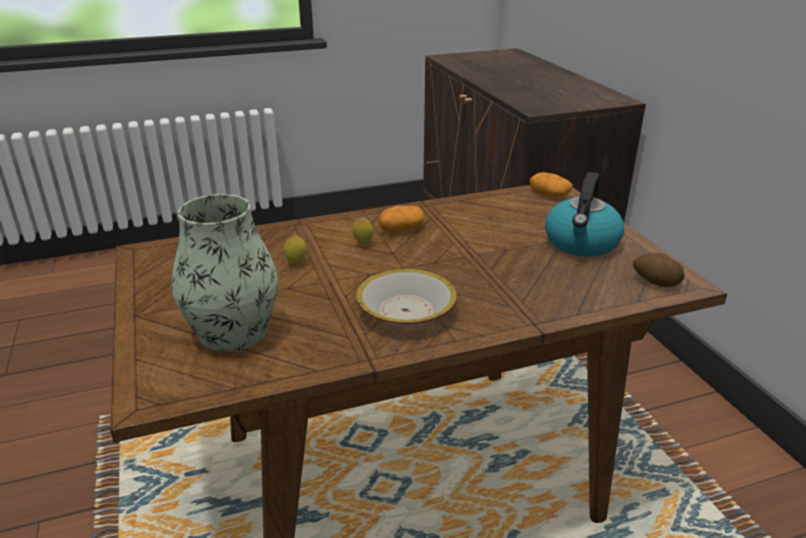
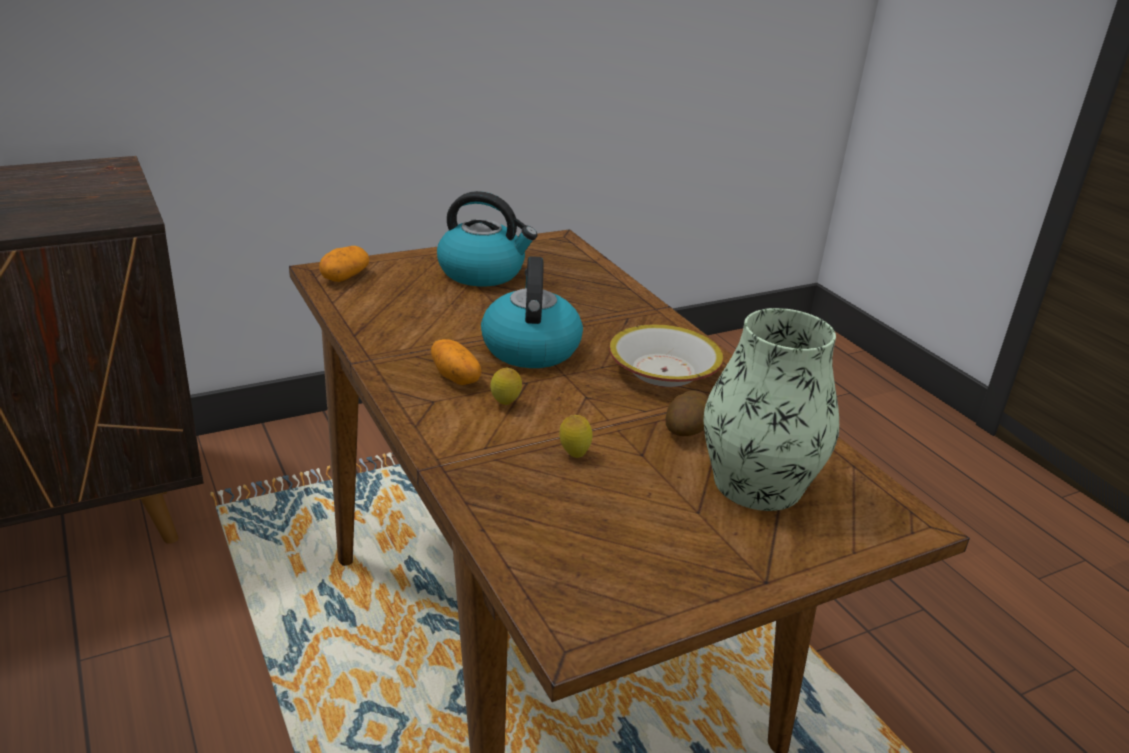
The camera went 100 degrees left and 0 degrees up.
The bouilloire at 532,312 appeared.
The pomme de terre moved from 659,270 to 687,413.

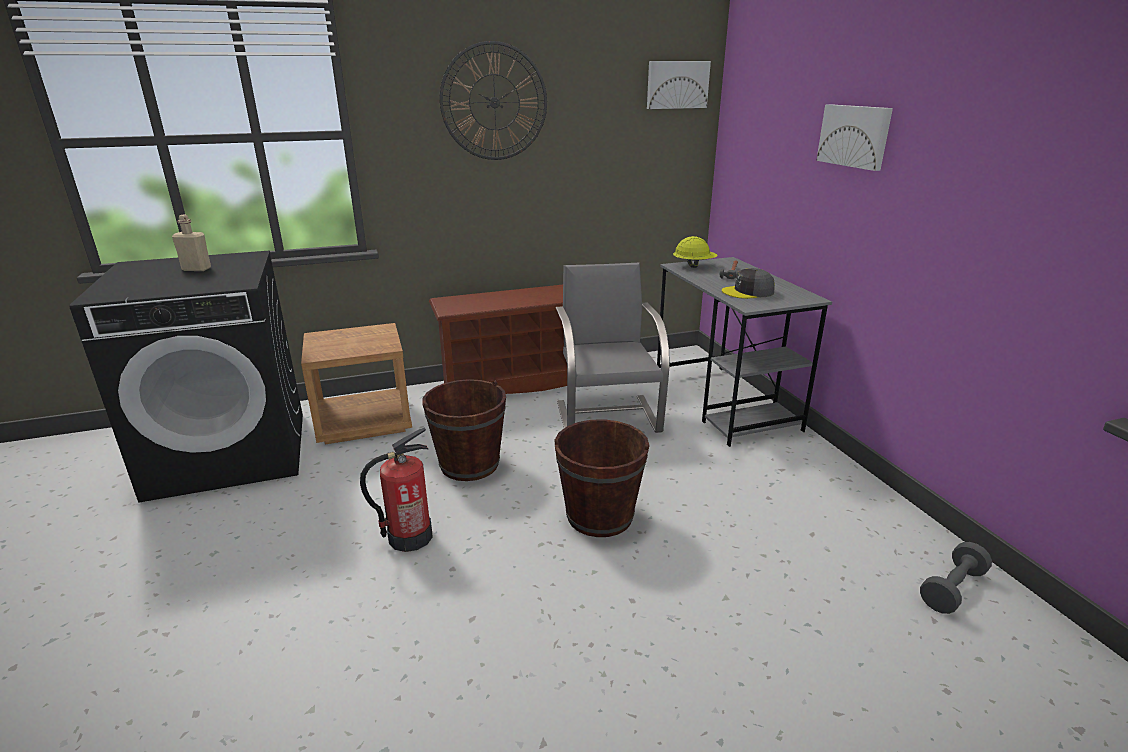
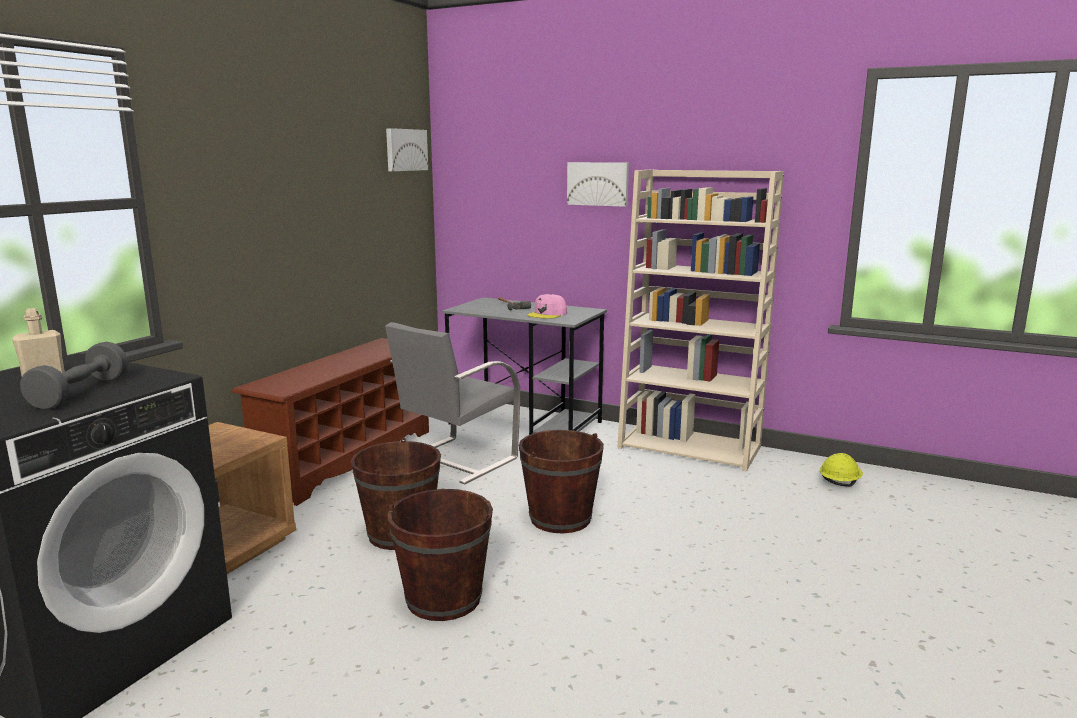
The camera went 45 degrees left and 10 degrees down.
The horloge murale at 493,100 disappeared.
The bibliothèque (beige) at 700,320 appeared.
The casque de chantier (jaune) moved from 695,252 to 841,470.
The haltère (gris) moved from 956,578 to 74,376.
The extincteur at 396,489 was replaced by the seau (marron) at 440,555.
The casquette (gris) at 748,283 became the casquette (rose) at 547,306.
The chaise (gris) at 613,348 turned 90 degrees counterclockwise.

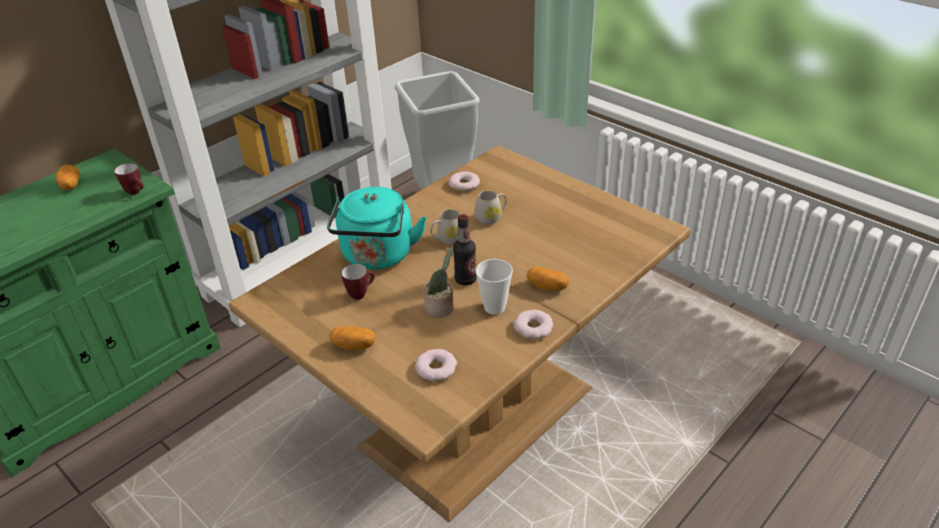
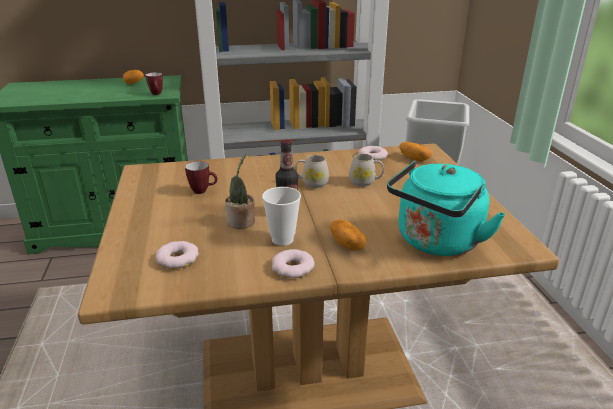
The camera went 35 degrees right and 10 degrees down.
The bouilloire (turquoise) moved from 377,228 to 446,208.
The pomme de terre moved from 352,338 to 415,151.

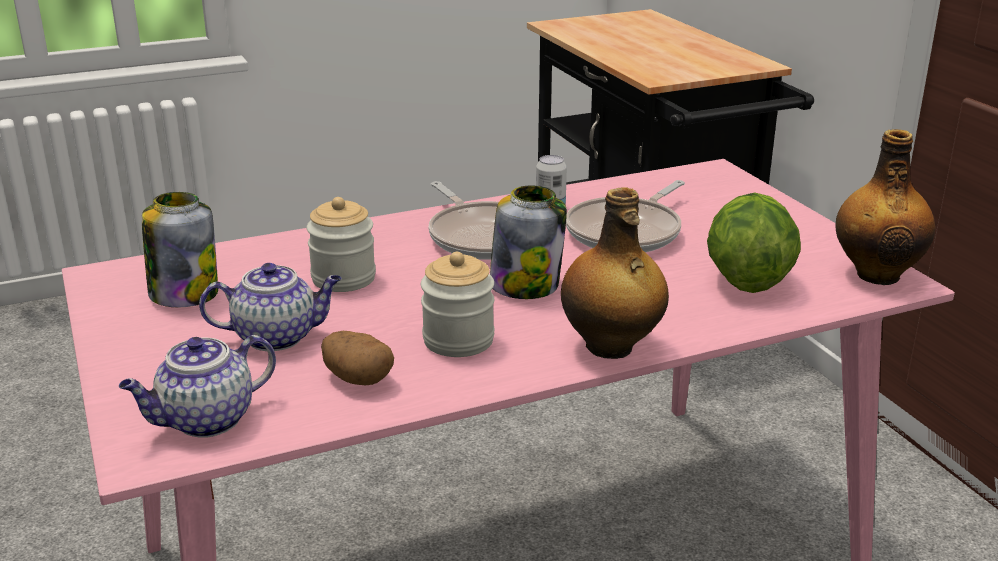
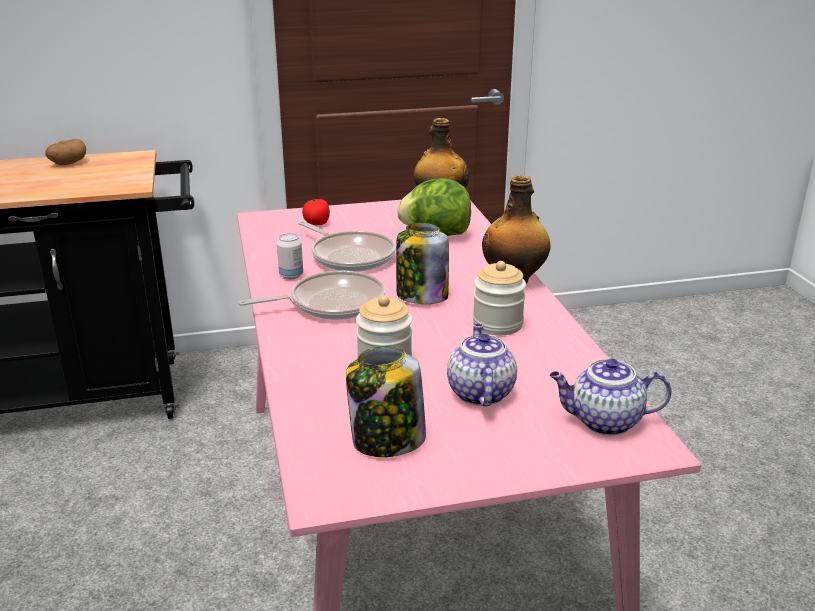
The camera went 80 degrees left and 0 degrees up.
The tomate at 316,212 appeared.
The pomme de terre moved from 357,358 to 65,152.
The théière at 197,386 turned 120 degrees clockwise.

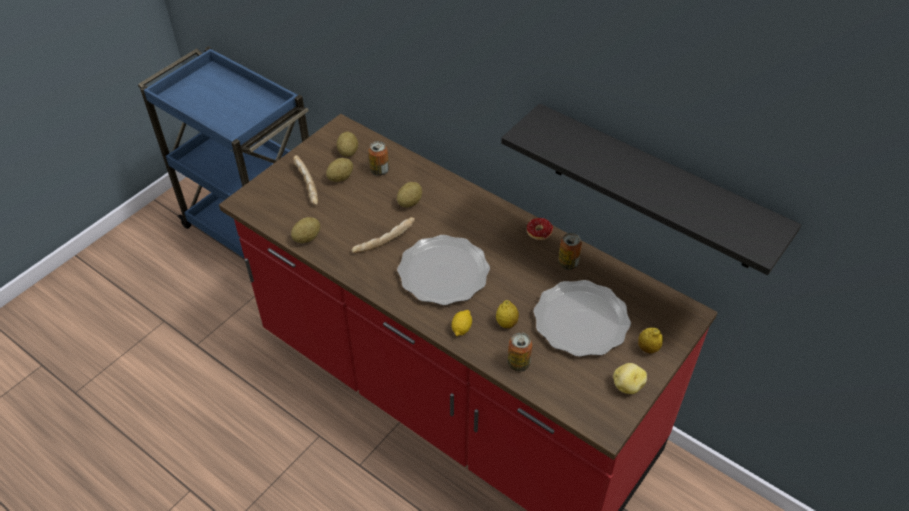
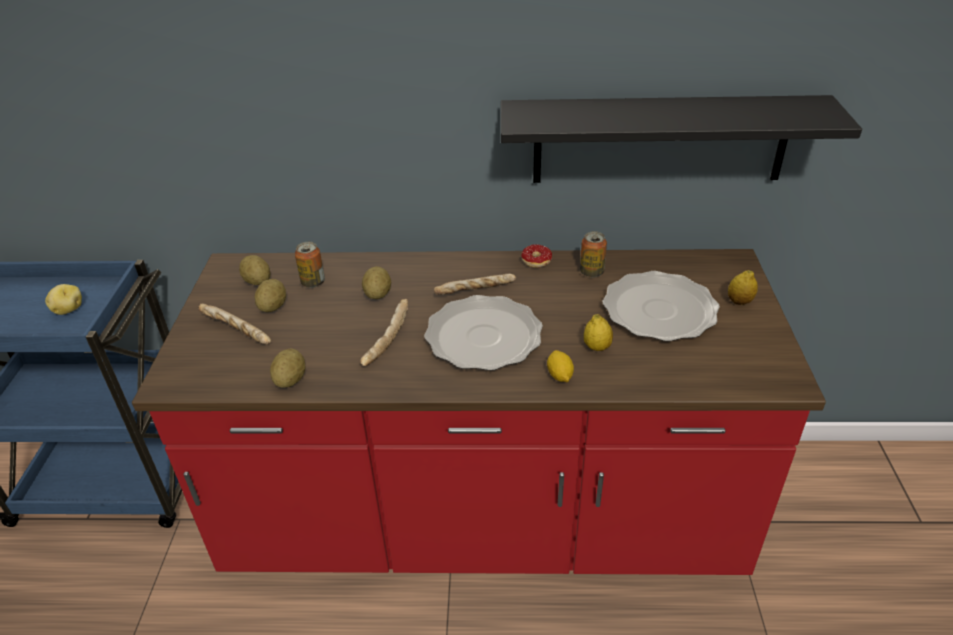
The camera went 35 degrees left and 10 degrees down.
The boîte métallique at 520,352 disappeared.
The pain at 475,284 appeared.
The pomme de terre moved from 630,378 to 63,299.

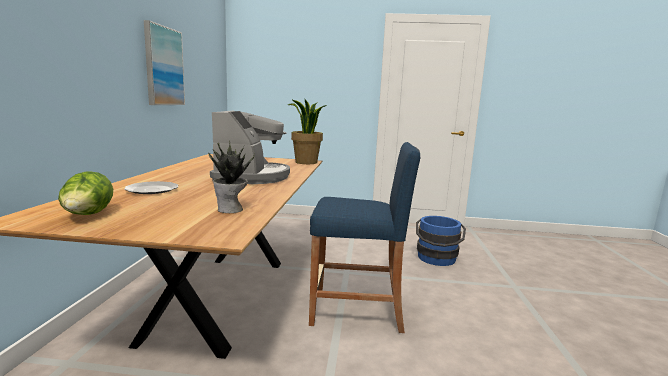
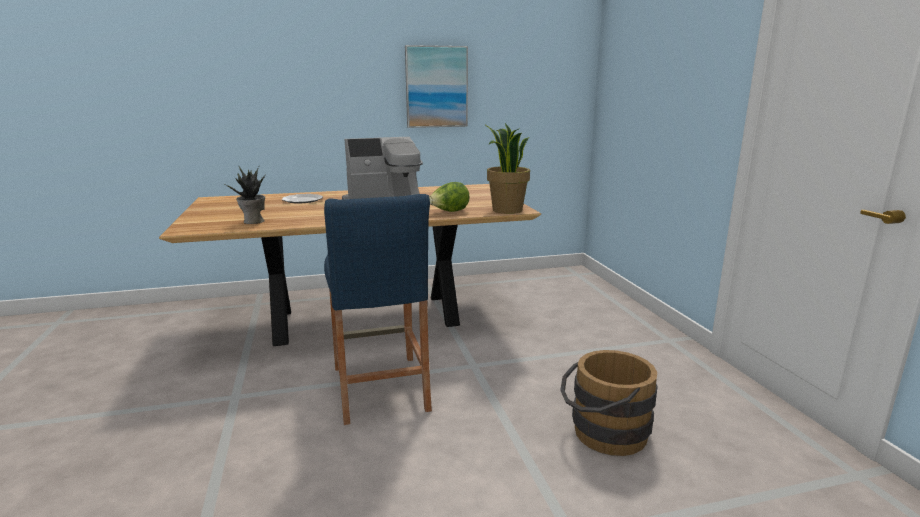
The camera went 70 degrees right and 5 degrees up.
The laitue moved from 85,193 to 449,197.
The seau (bleu) at 441,241 became the seau (marron) at 609,403.

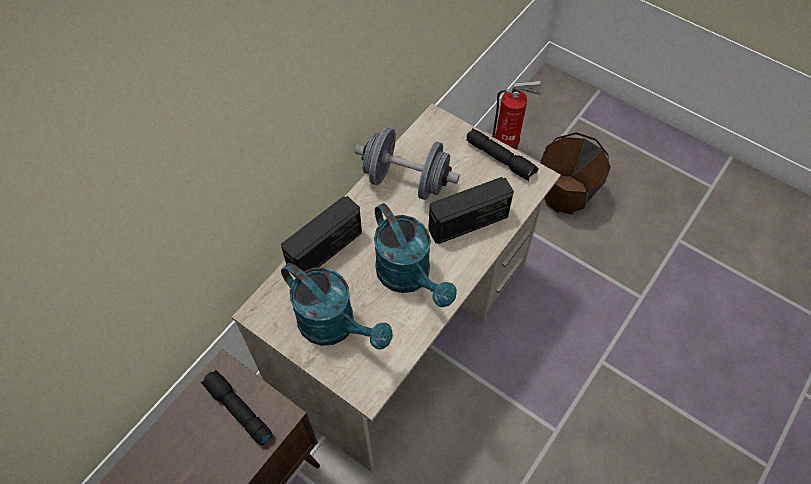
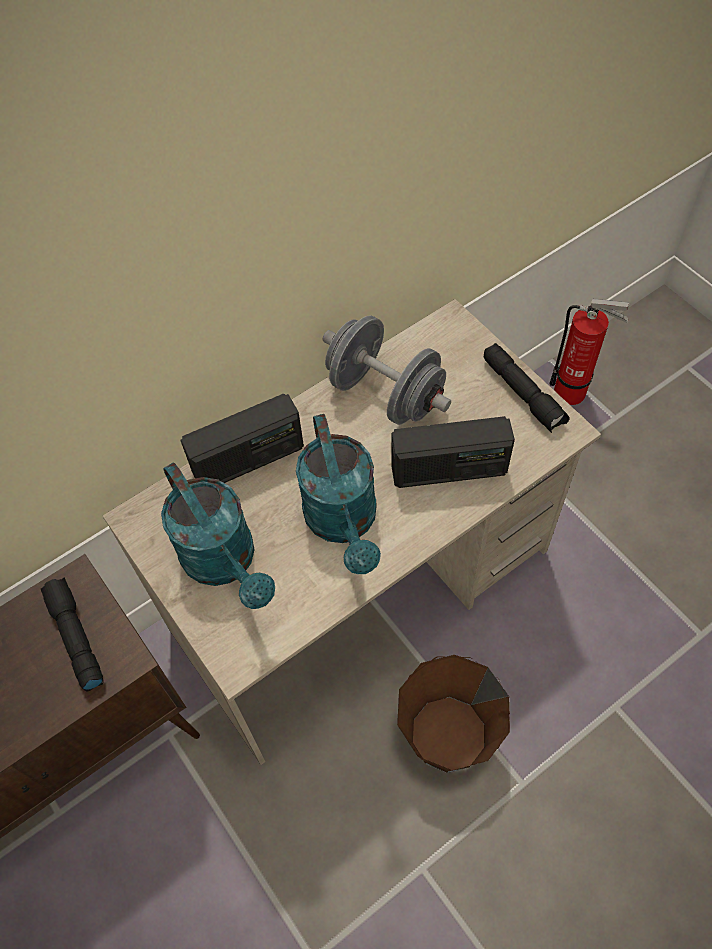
The camera went 20 degrees right and 0 degrees up.
The seau (marron) moved from 575,173 to 453,714.

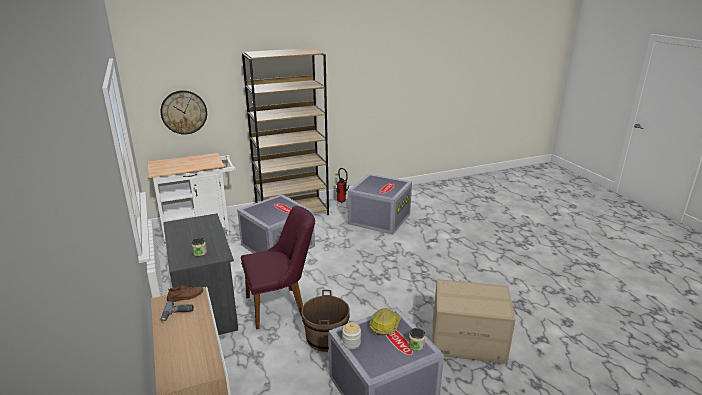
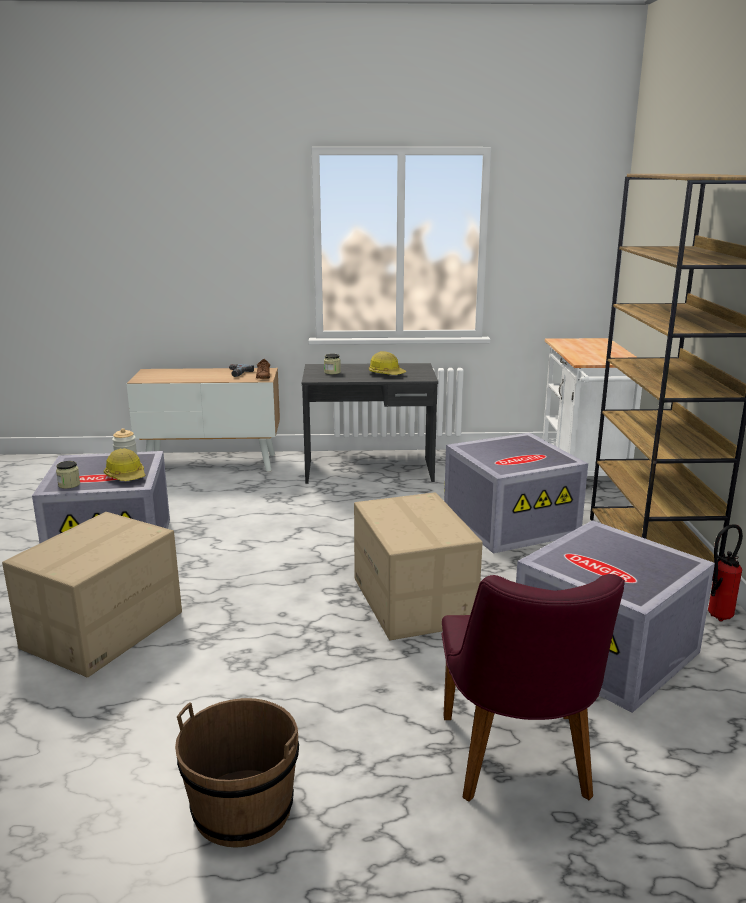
The camera went 110 degrees right and 5 degrees down.
The horloge murale at 184,112 disappeared.
The carton at 418,566 appeared.
The casque de chantier at 387,363 appeared.
The chaise (violet) moved from 278,267 to 533,688.
The seau (marron) moved from 326,321 to 237,773.

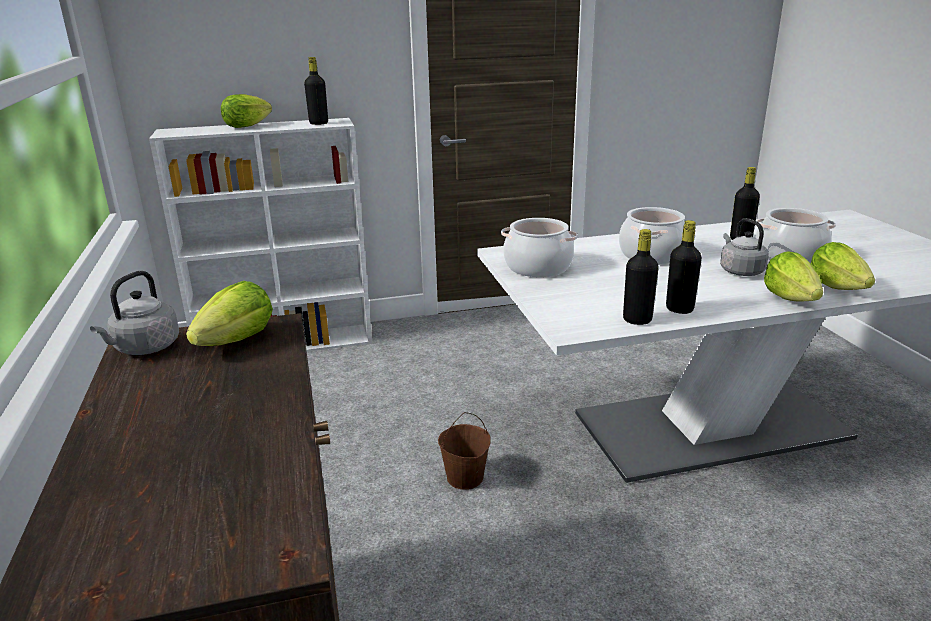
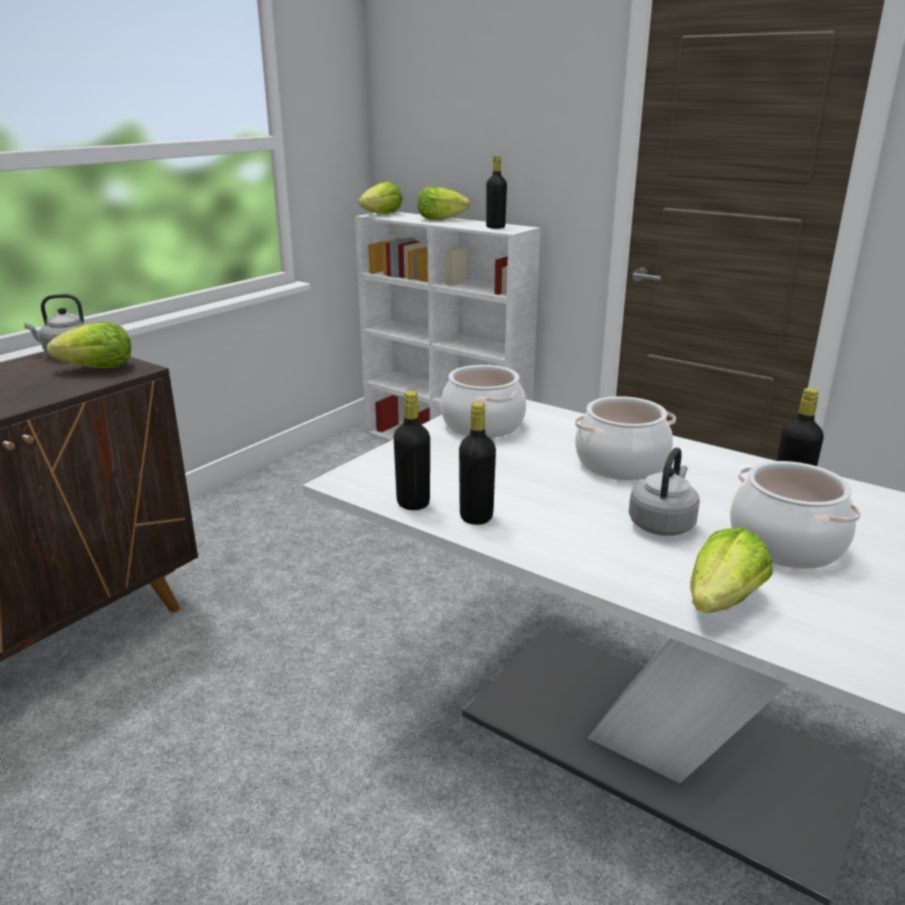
The camera went 50 degrees right and 0 degrees up.
The seau (marron) at 464,451 disappeared.
The laitue moved from 793,276 to 380,198.

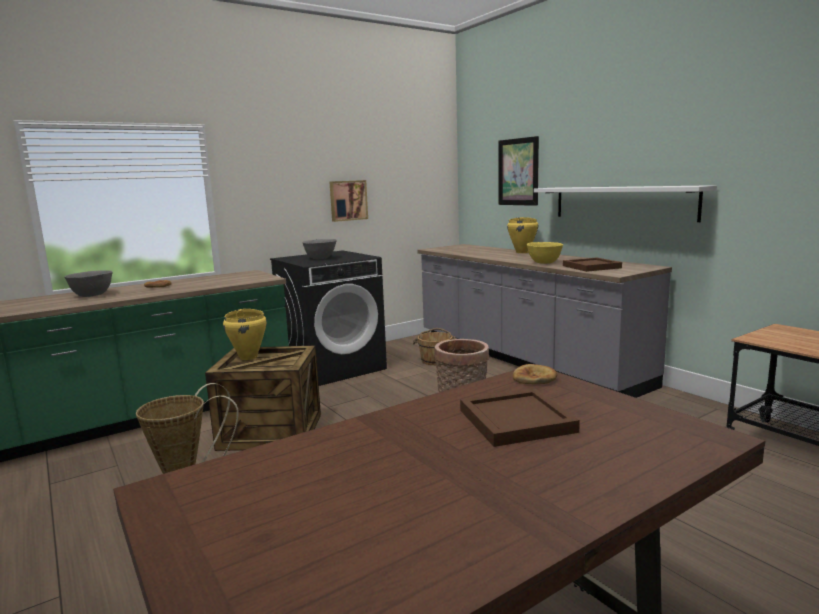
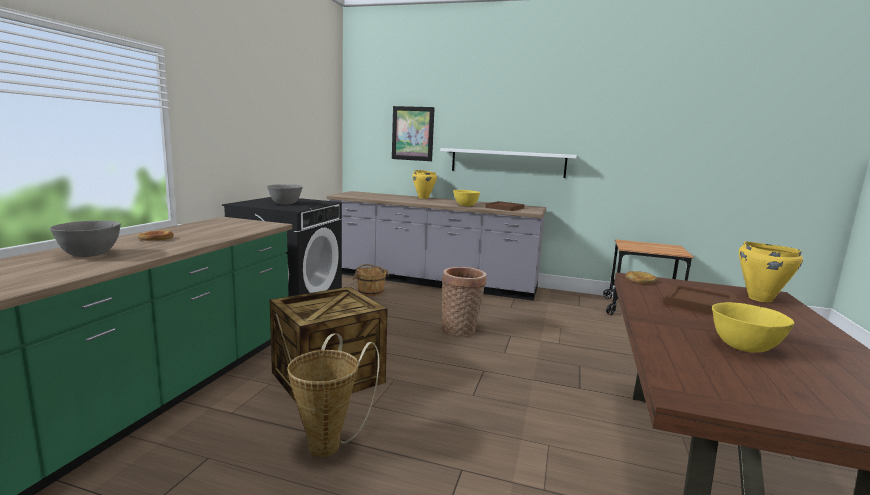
The camera went 40 degrees left and 0 degrees up.
The tableau at 349,201 disappeared.
The bol (jaune) at 753,327 appeared.
The marmite (jaune) moved from 245,334 to 771,271.

